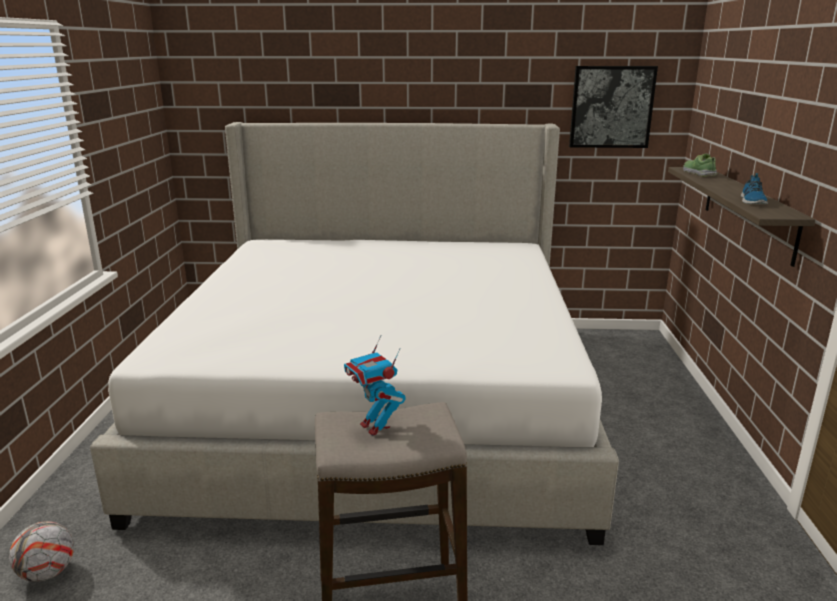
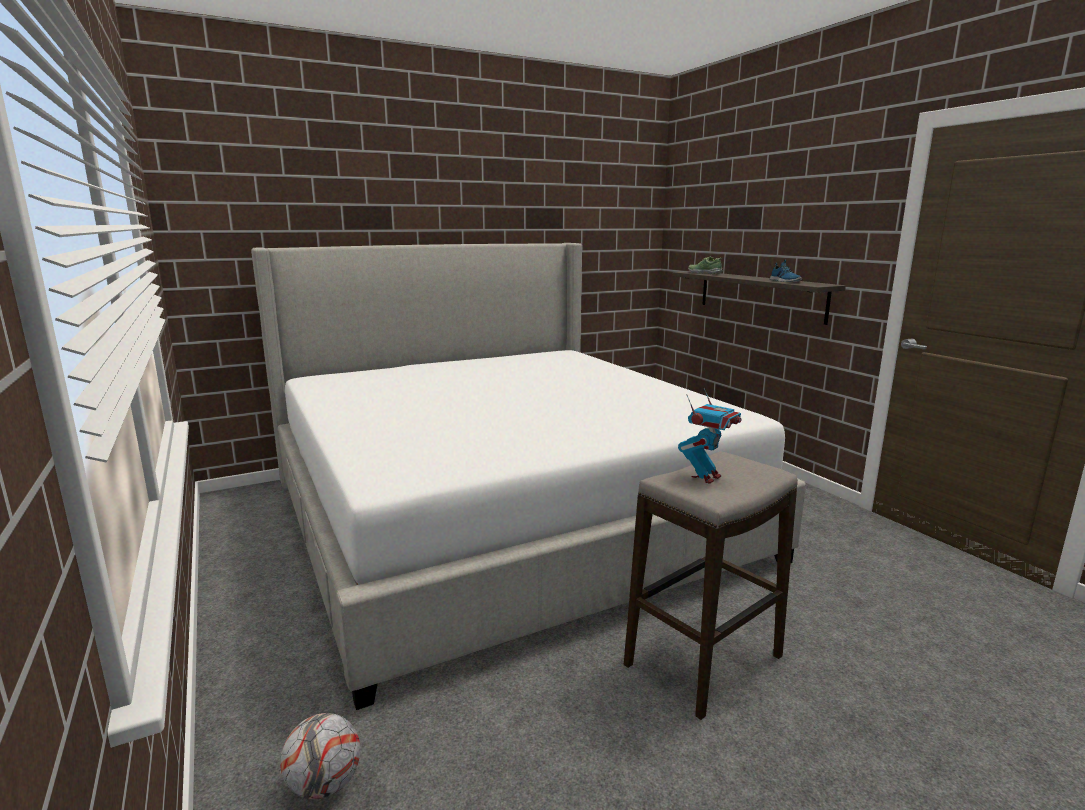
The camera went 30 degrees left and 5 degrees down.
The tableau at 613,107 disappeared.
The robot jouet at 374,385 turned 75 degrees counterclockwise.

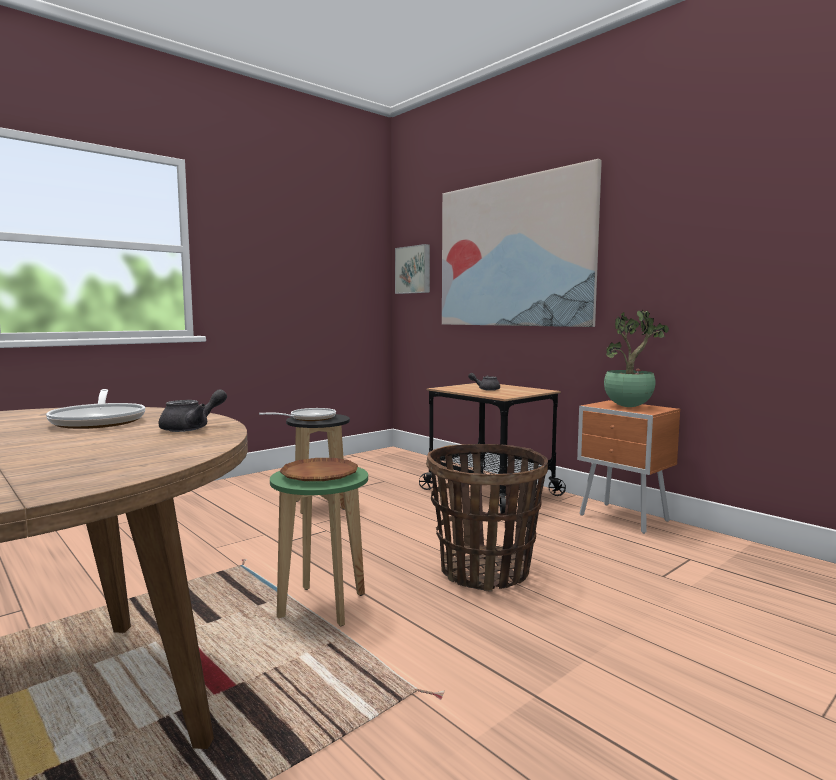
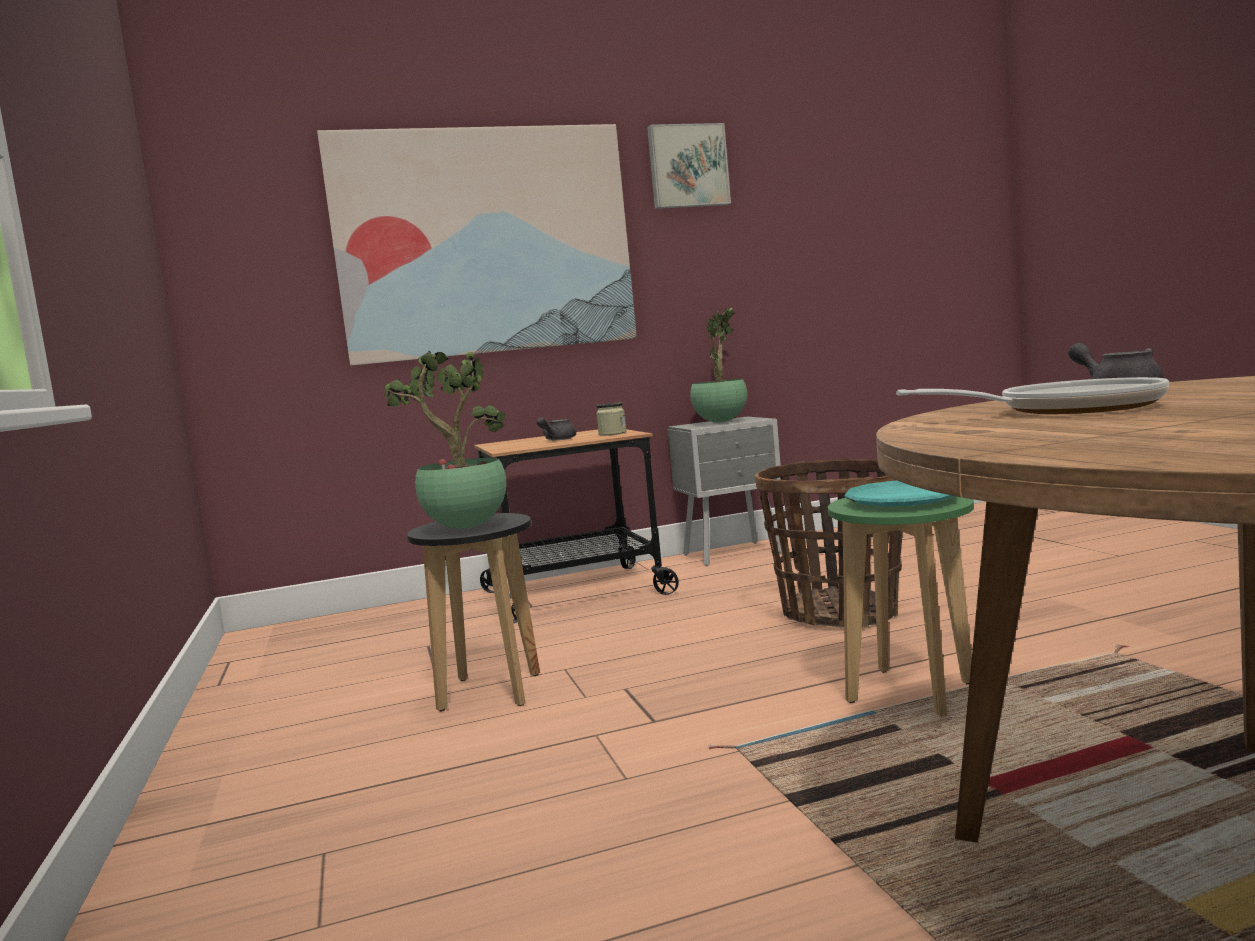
The camera went 65 degrees left and 0 degrees up.
The bocal at 611,419 appeared.
The tableau moved from 412,269 to 689,166.
The poêle at 297,414 was replaced by the plante en pot at 445,440.
The assiette (marron) at 319,469 became the assiette (turquoise) at 899,494.
The table de chevet (orange) at 628,467 became the table de chevet (gris) at 724,491.

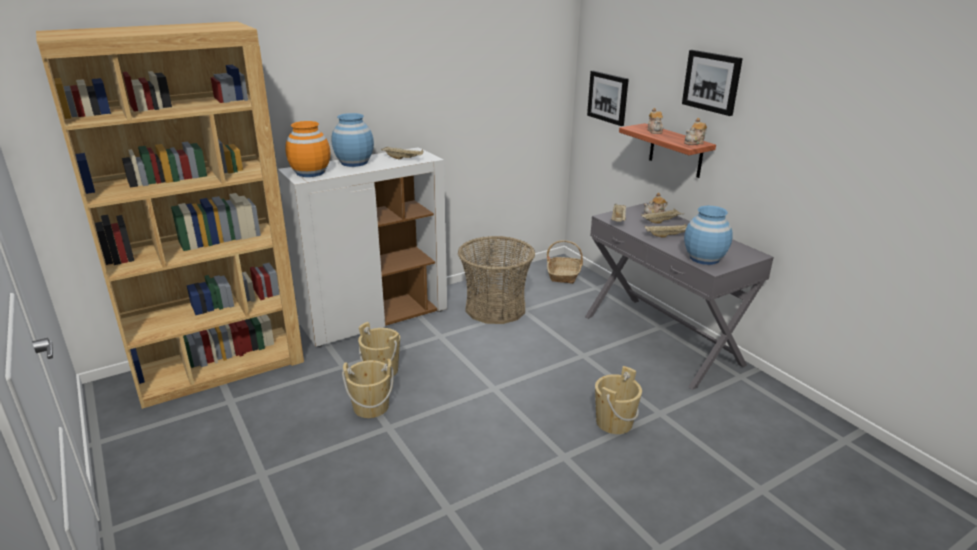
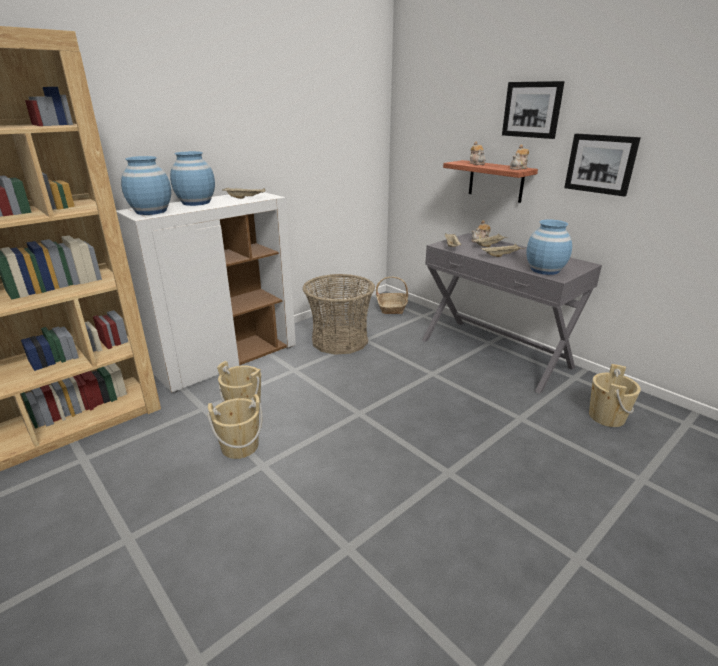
The camera went 10 degrees left and 0 degrees up.
The tableau moved from 608,98 to 602,165.
The seau (beige) moved from 618,400 to 615,395.
The vase (orange) at 307,149 became the vase (bleu) at 146,185.

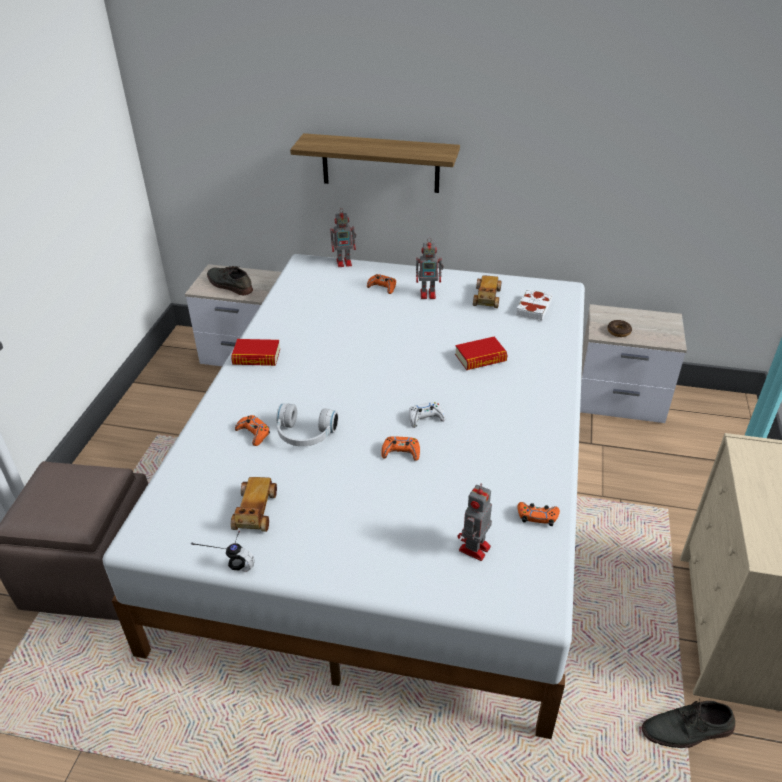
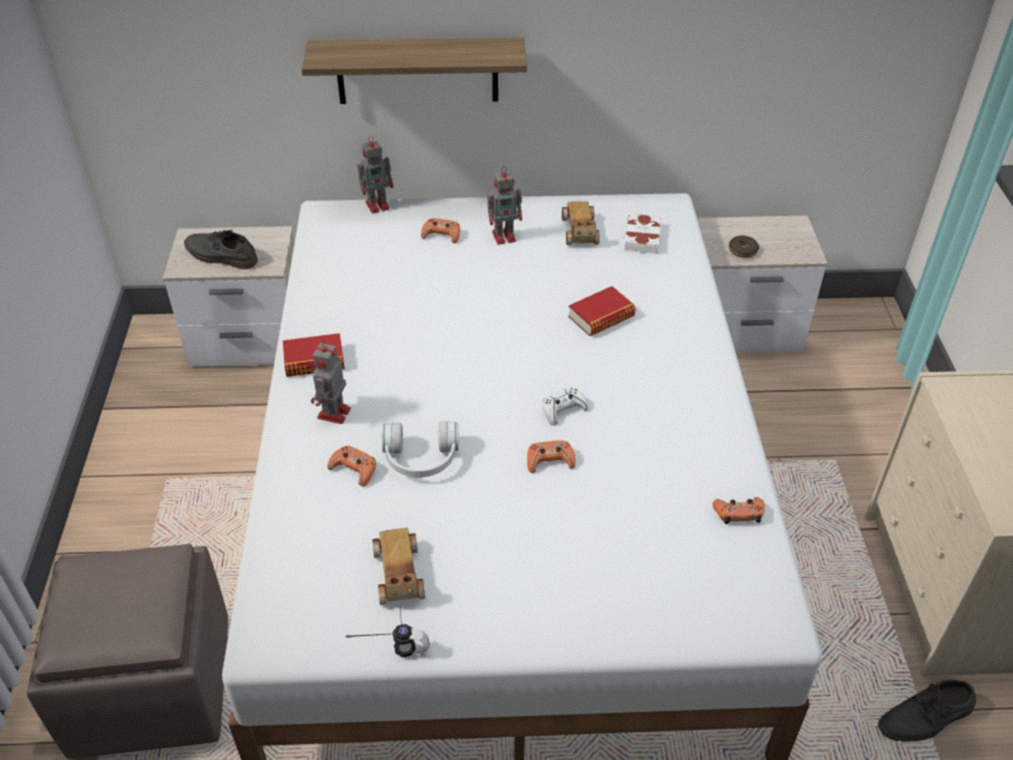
The camera went 15 degrees left and 5 degrees up.
The robot jouet moved from 475,522 to 331,382.

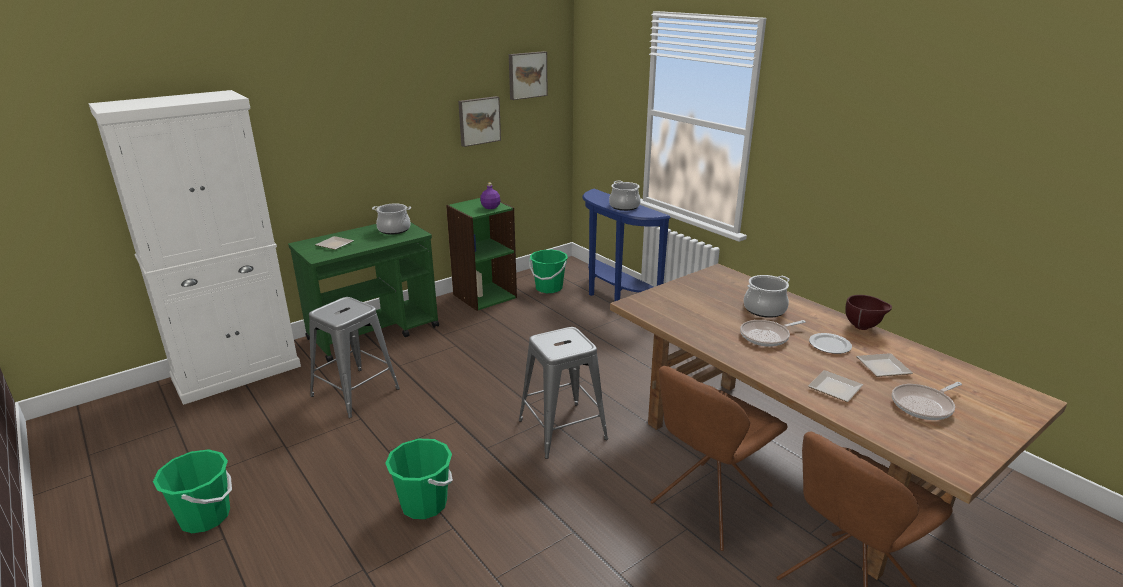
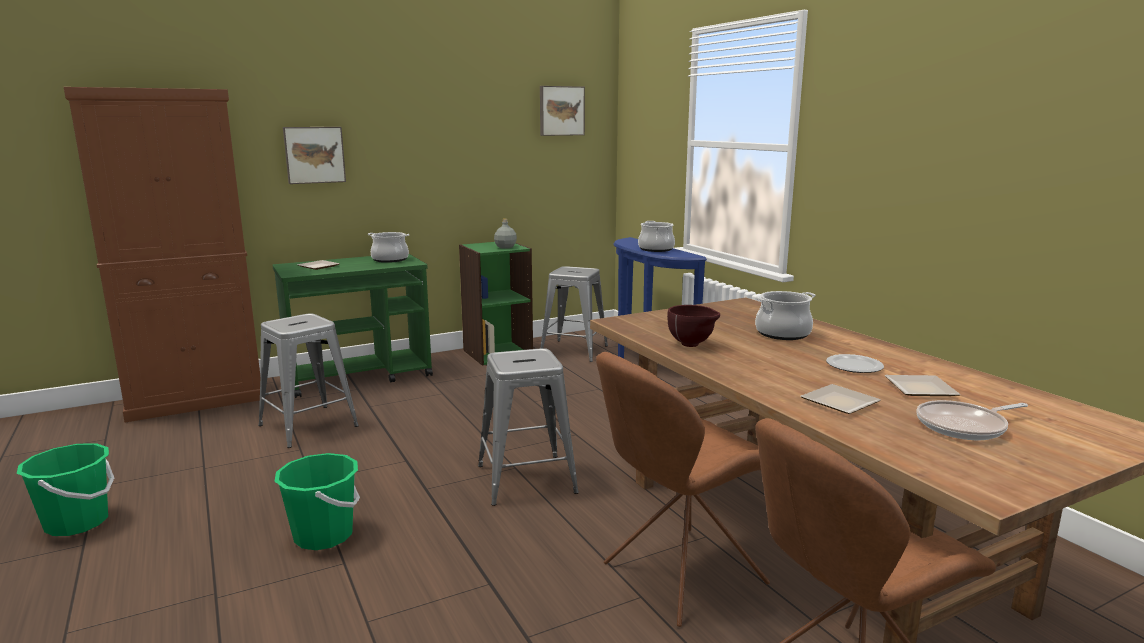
The camera went 10 degrees right and 10 degrees down.
The poêle at 773,333 disappeared.
The tableau moved from 479,121 to 314,155.
The bol (marron) moved from 868,312 to 693,326.
The seau (vert) at 548,271 was replaced by the tabouret (gris) at 574,314.
The meuble de rangement (blanc) at 195,247 became the meuble de rangement (marron) at 162,254.
The bouteille (violet) at 490,196 became the bouteille (gris) at 505,234.

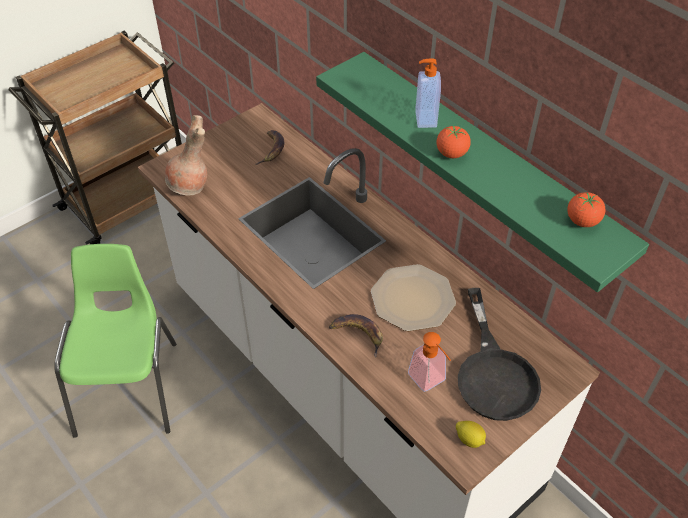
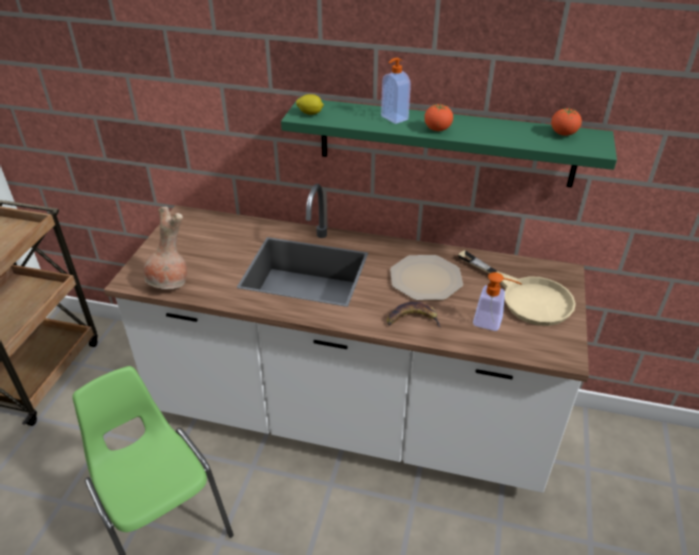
The camera went 35 degrees left and 10 degrees down.
The banane at 270,147 disappeared.
The citron moved from 471,434 to 310,104.
The poêle (noir) at 499,354 became the poêle (beige) at 517,288.

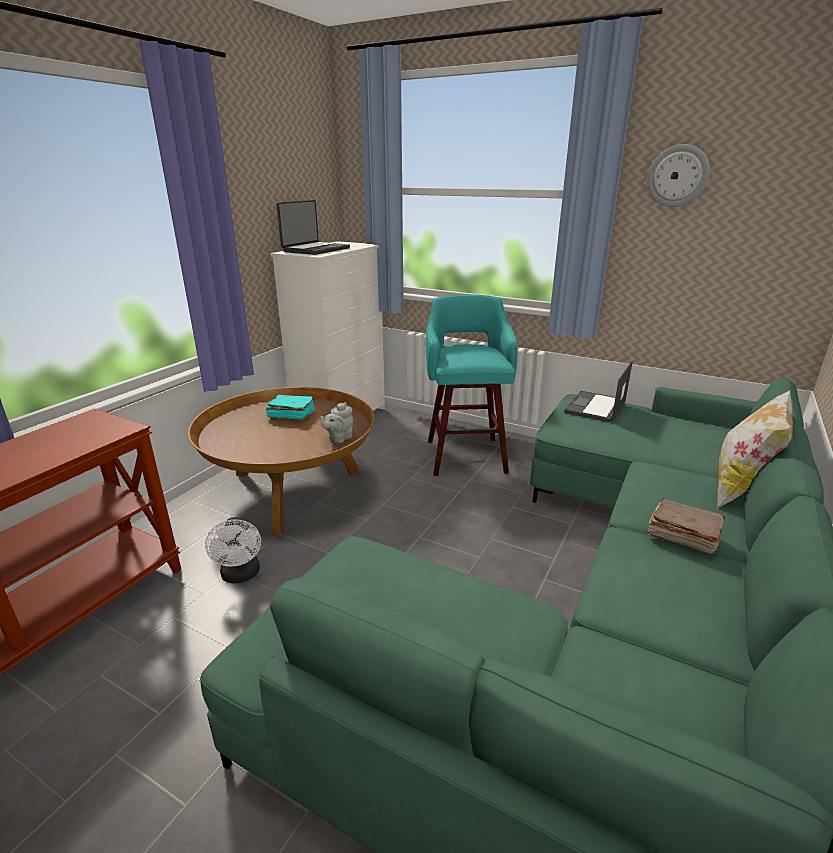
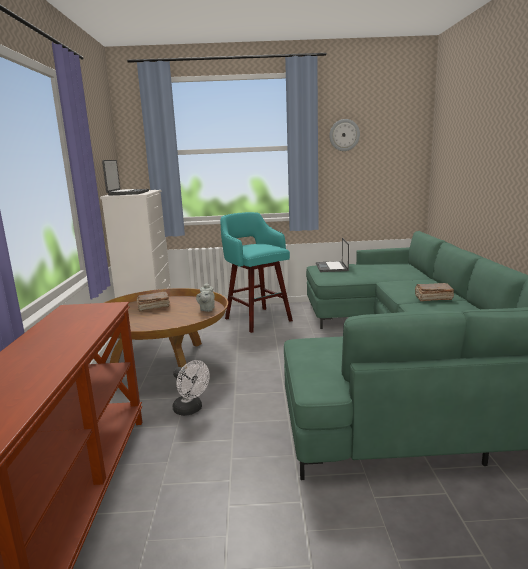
The camera went 30 degrees left and 10 degrees down.
The coussin at 755,449 disappeared.
The livre (turquoise) at 290,407 became the livre (marron) at 153,302.

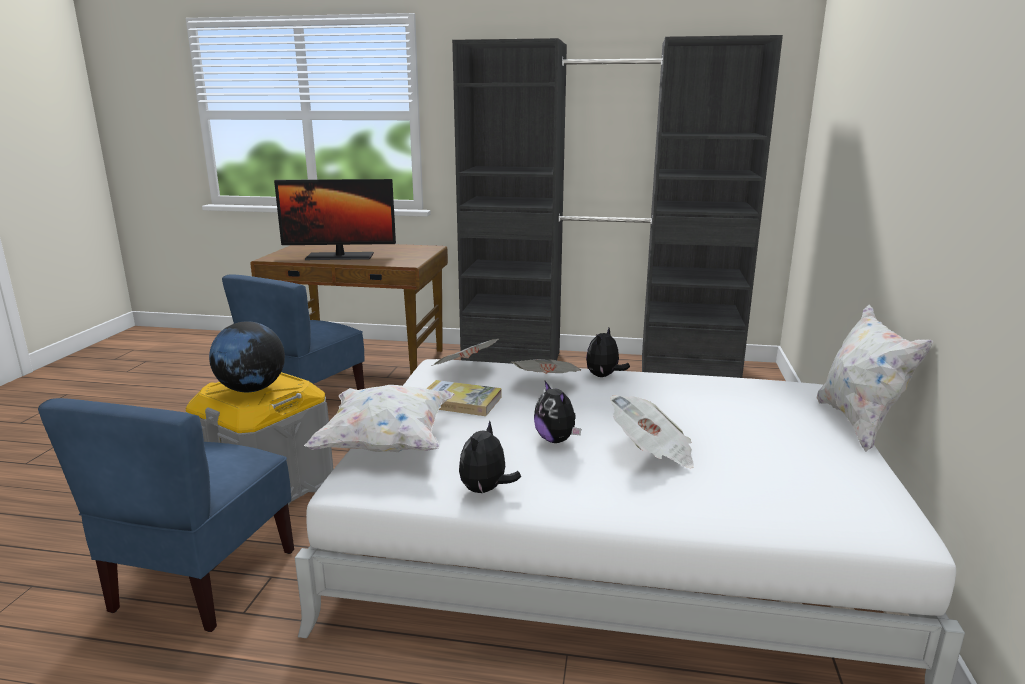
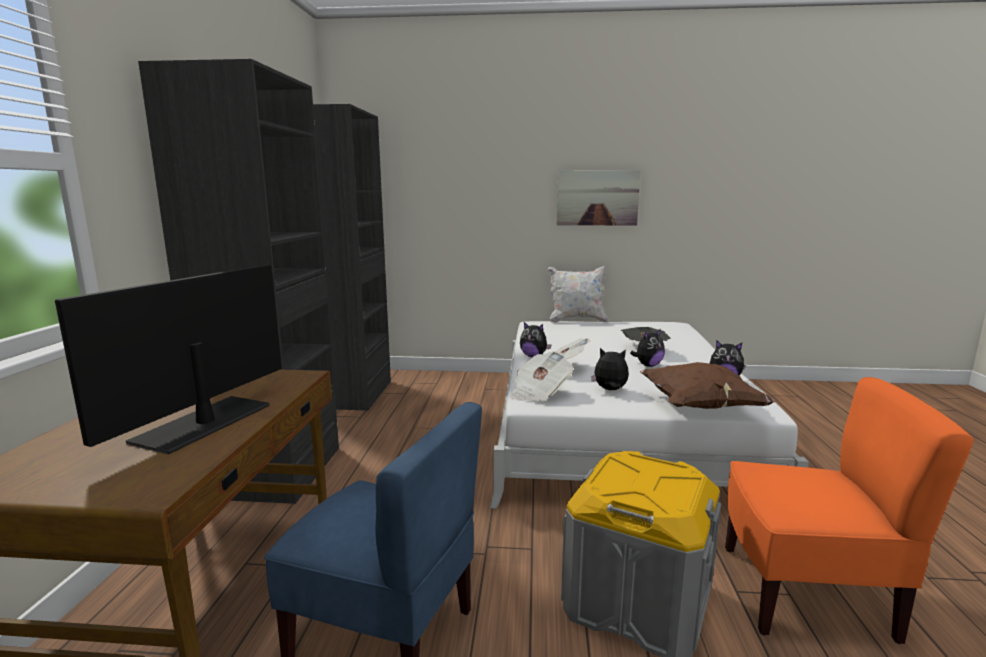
The camera went 95 degrees left and 5 degrees down.
The globe at 247,356 disappeared.
The tableau at 599,198 appeared.
The livre at 464,398 was replaced by the peluche at 610,369.
The chaise (bleu) at 166,515 became the chaise (orange) at 849,510.
The coussin (blanc) at 379,418 became the coussin (marron) at 707,385.
The écran d'ordinateur at 335,219 turned 150 degrees counterclockwise.

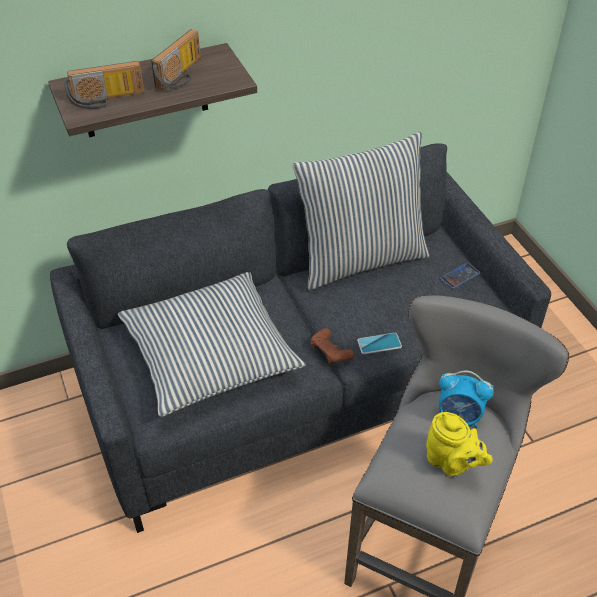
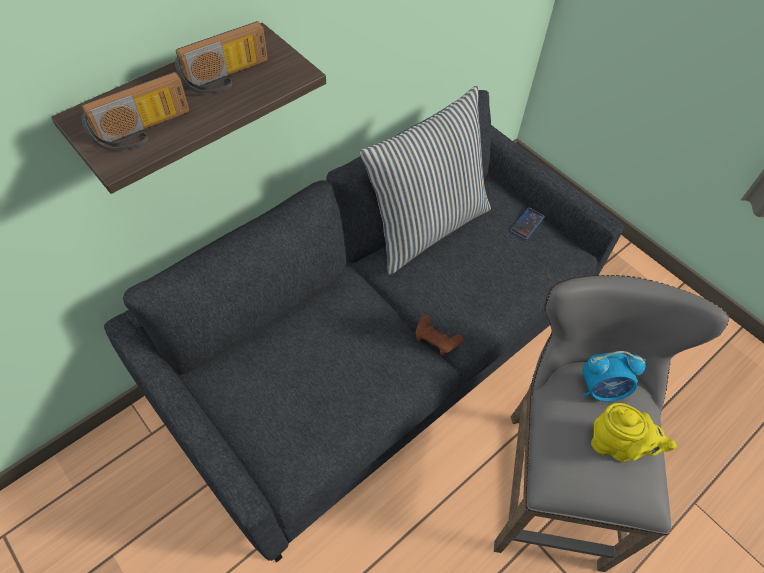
The camera went 20 degrees left and 10 degrees up.
The coussin at 212,344 disappeared.
The téléphone at 379,343 disappeared.
The radio at 176,59 turned 45 degrees clockwise.

